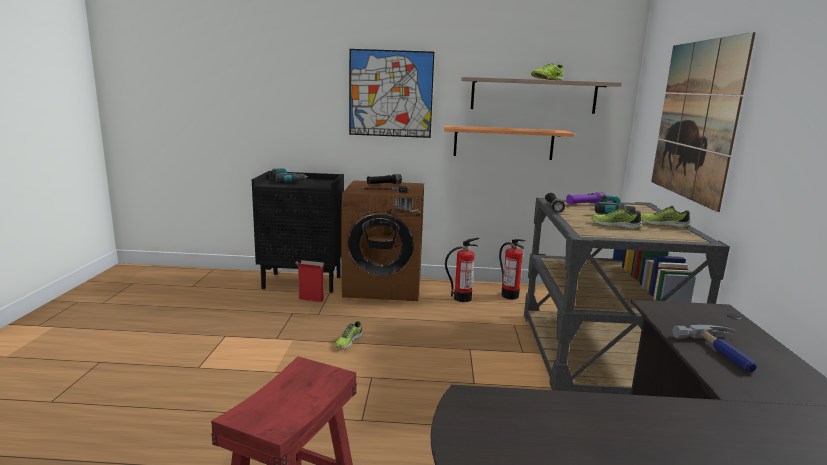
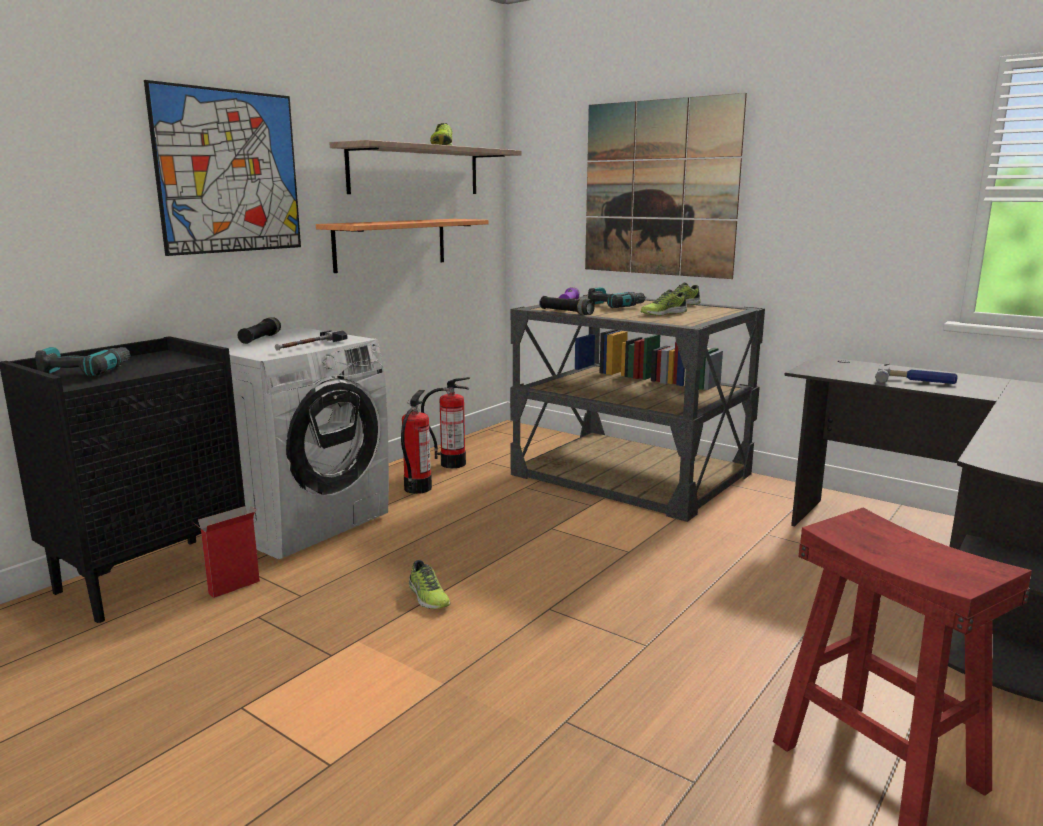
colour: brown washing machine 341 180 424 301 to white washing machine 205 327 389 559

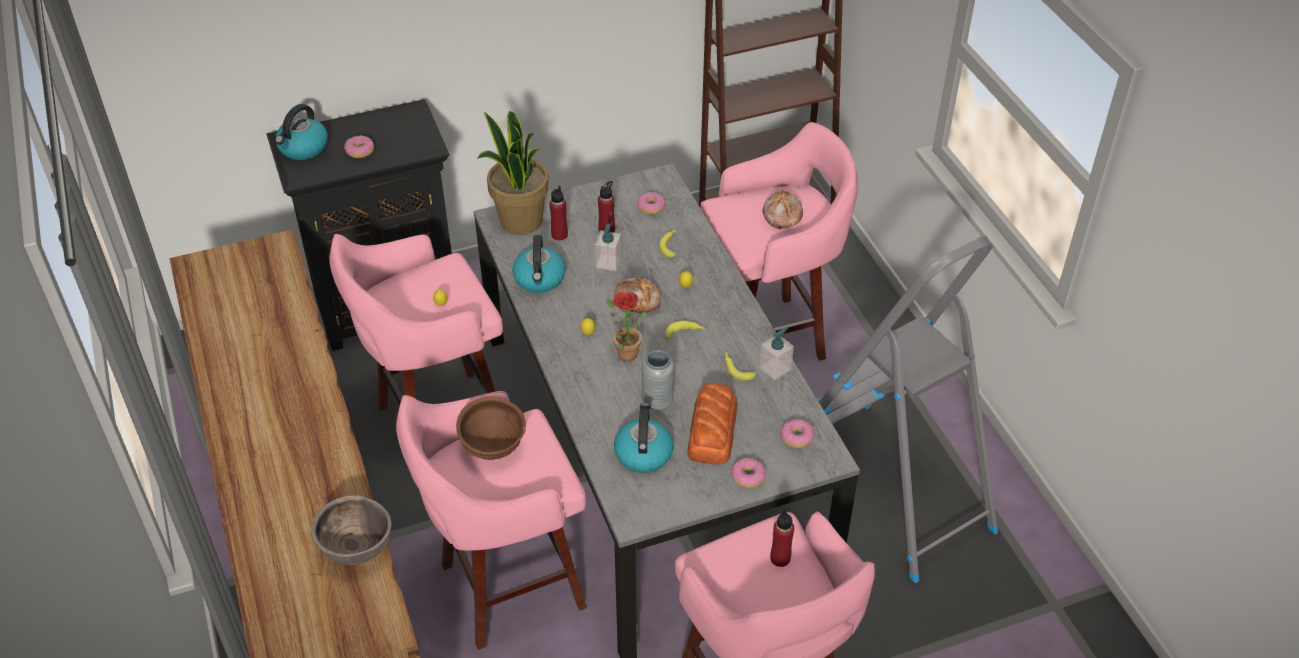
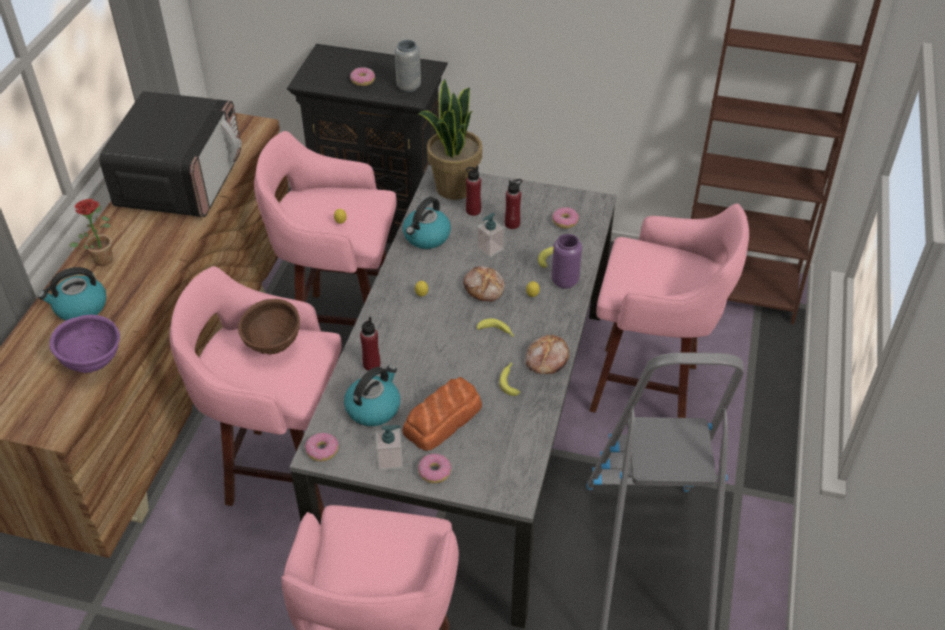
appeared: microwave 99 91 241 217; purple vase 551 234 582 289
relocated: kettle 275 104 328 160 to 38 267 106 321; potted plant 606 292 646 362 to 69 199 113 266; grey vase 642 350 674 411 to 395 40 421 92; soap dispenser 759 327 794 380 to 376 425 403 470; bread 763 190 803 229 to 525 334 569 374; red bottle 770 508 794 567 to 360 317 380 371; donut 781 419 814 448 to 305 433 339 461
colour: brown bowl 311 495 392 565 to purple bowl 49 315 120 373

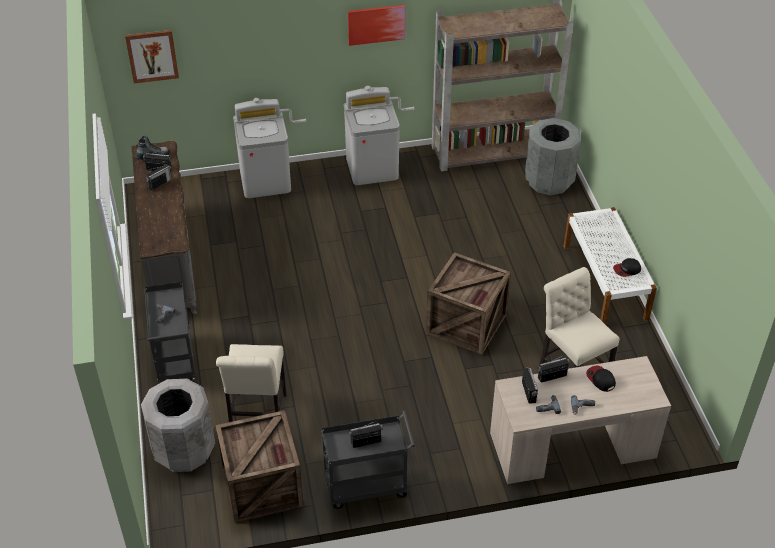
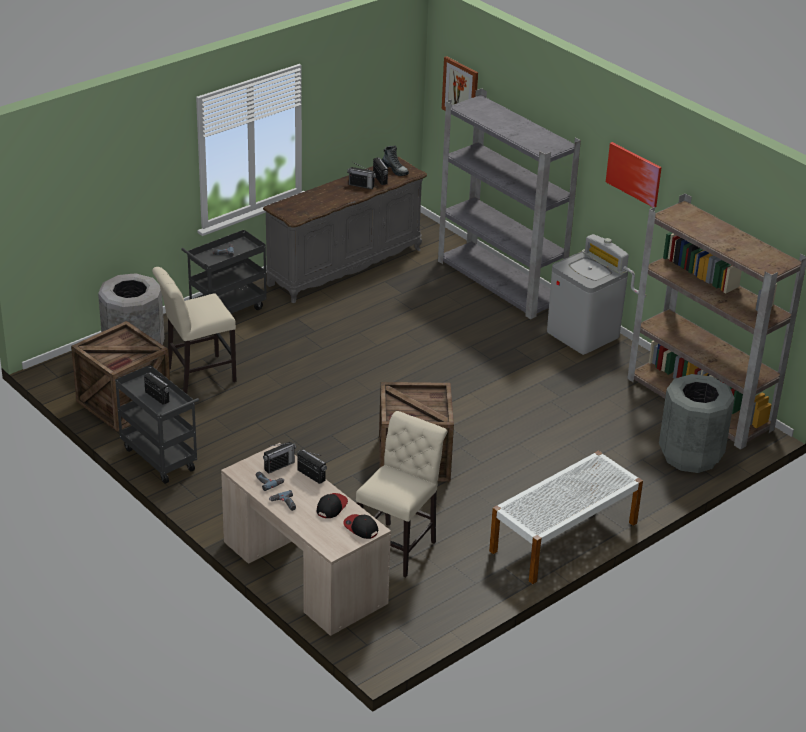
relocated: cap 613 258 641 277 to 343 514 378 539
exchanged: grey washing machine 233 98 306 198 to grey bookcase 438 88 581 320

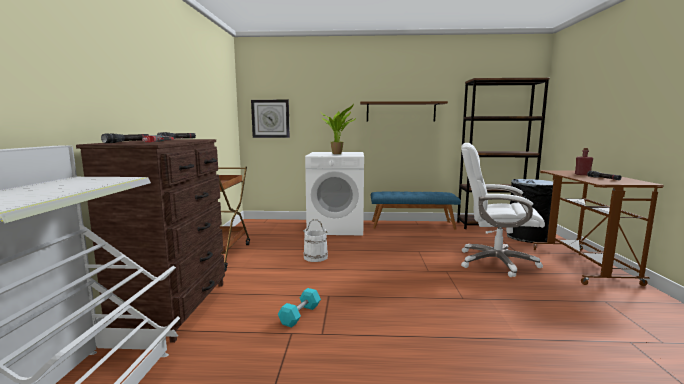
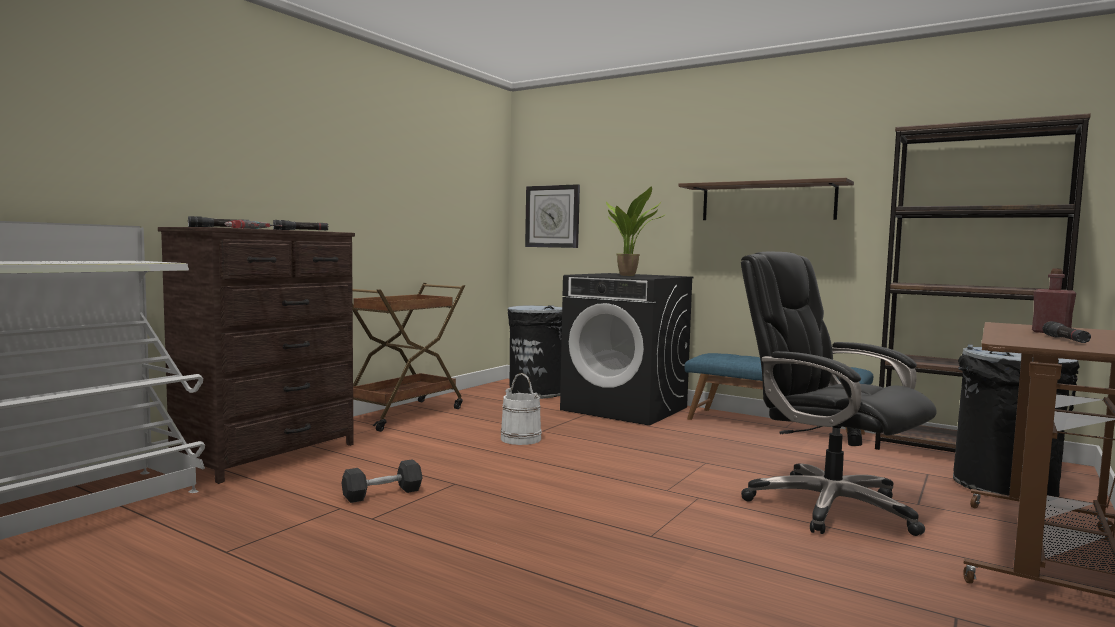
appeared: black trash can 508 305 562 399
colour: turquoise dumbbell 278 288 321 328 to grey dumbbell 341 459 423 503; white washing machine 305 152 364 235 to black washing machine 560 273 694 426; white office chair 461 143 545 277 to black office chair 741 252 937 536

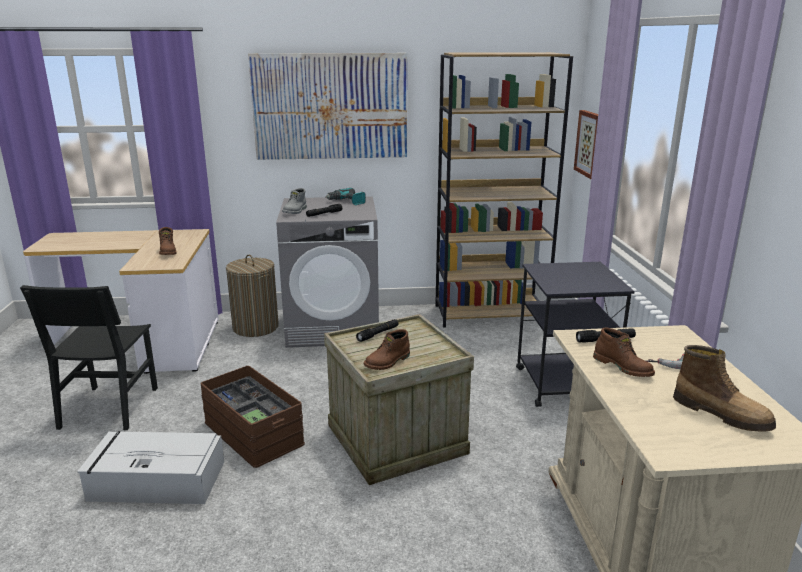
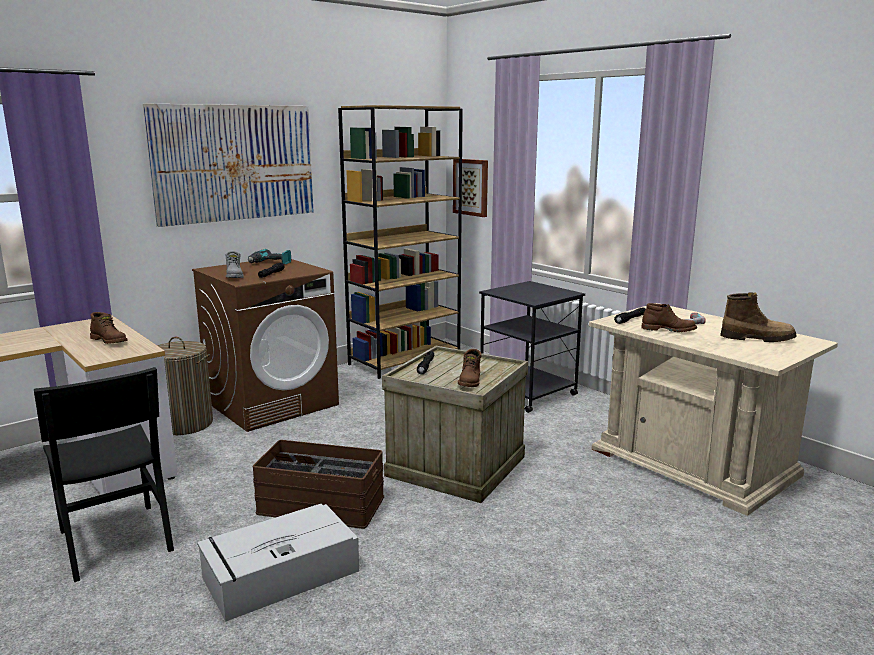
colour: grey washing machine 276 196 379 348 to brown washing machine 192 259 339 432

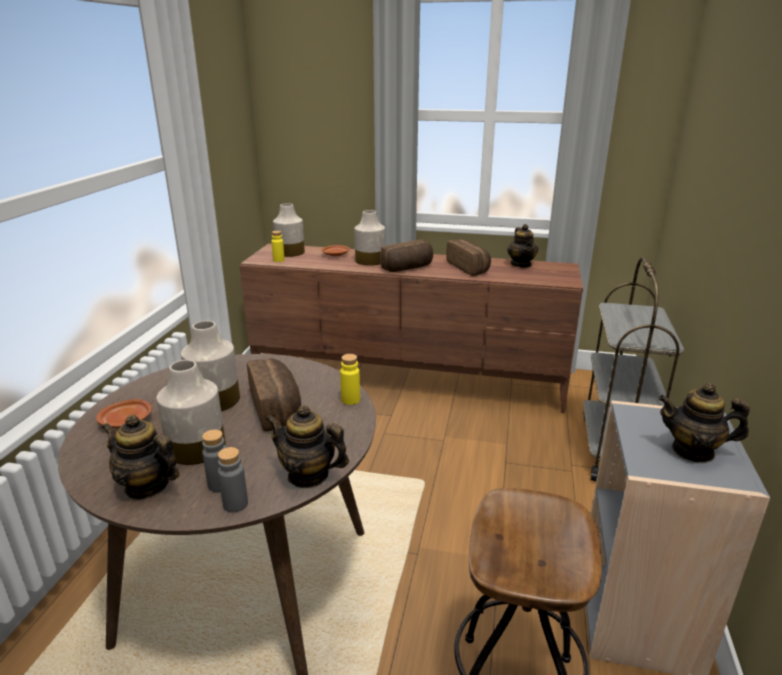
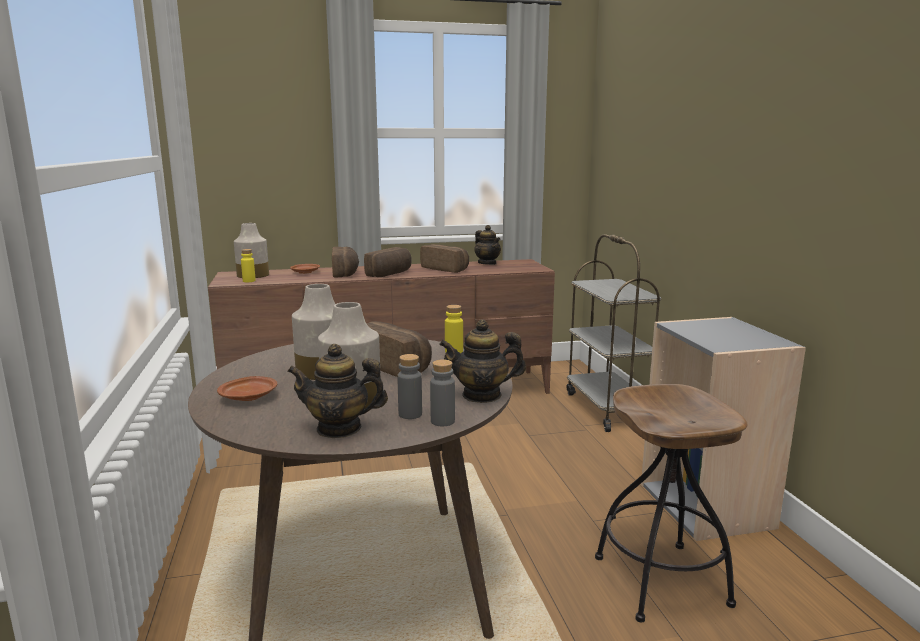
missing: teapot 658 383 750 463
exchanged: beige vase 355 210 385 266 to bread 332 247 359 277

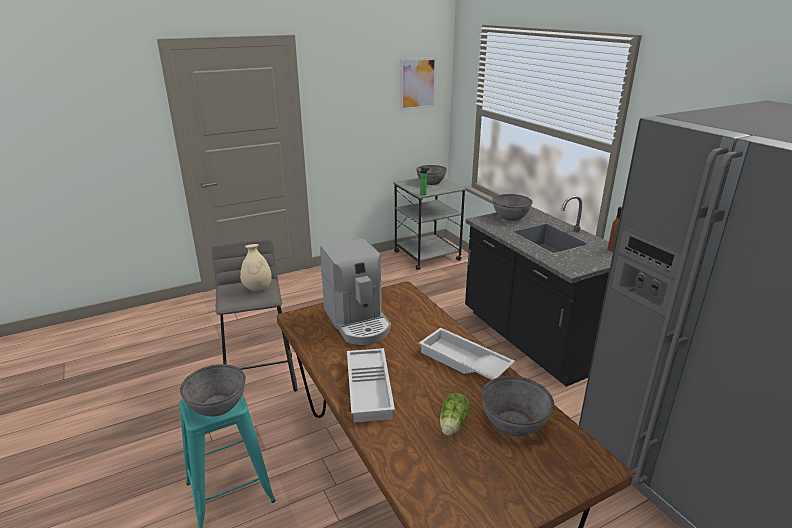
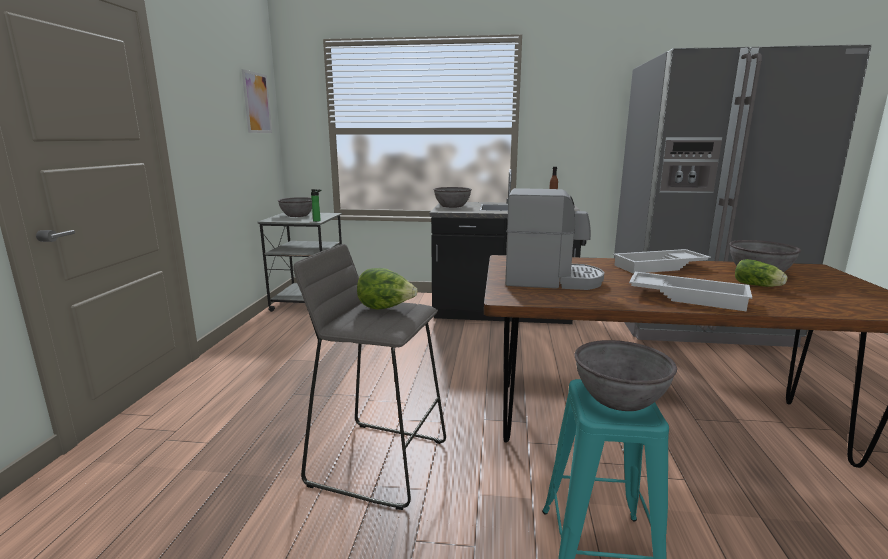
exchanged: beige vase 240 244 272 291 to lettuce 357 268 418 310

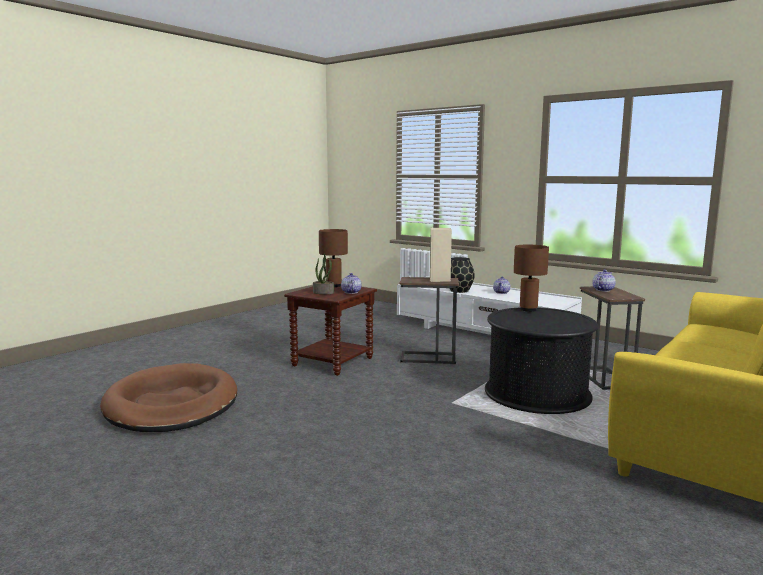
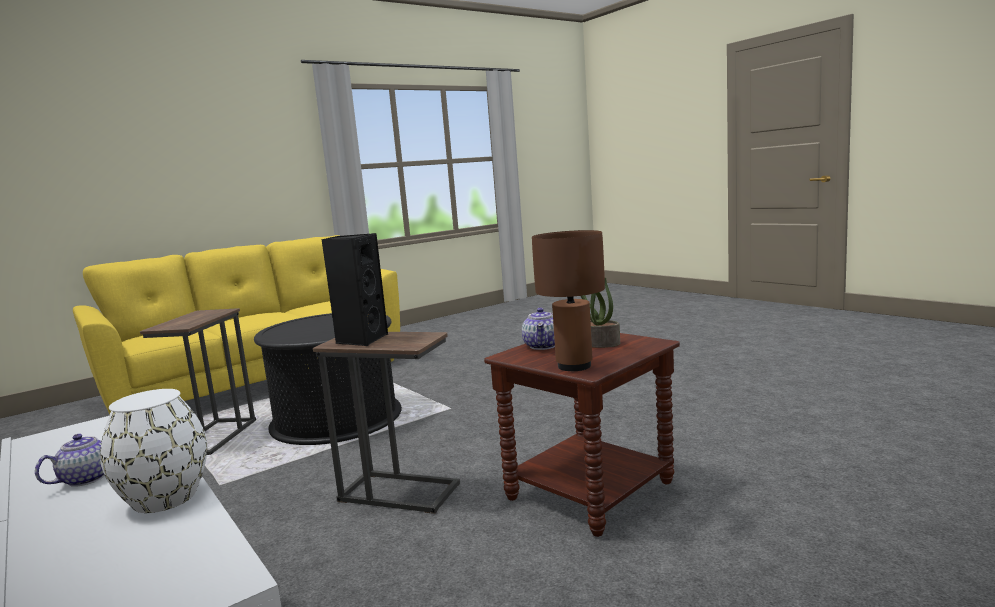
missing: brown dog bed 100 363 237 432; brown table lamp 514 245 549 312; teapot 592 269 616 292
colour: beige speaker 430 228 452 282 to black speaker 322 233 388 346; black vase 450 257 475 293 to white vase 100 389 207 513

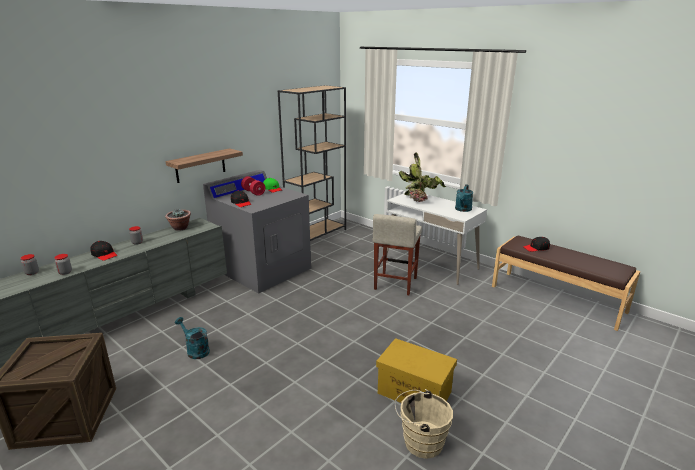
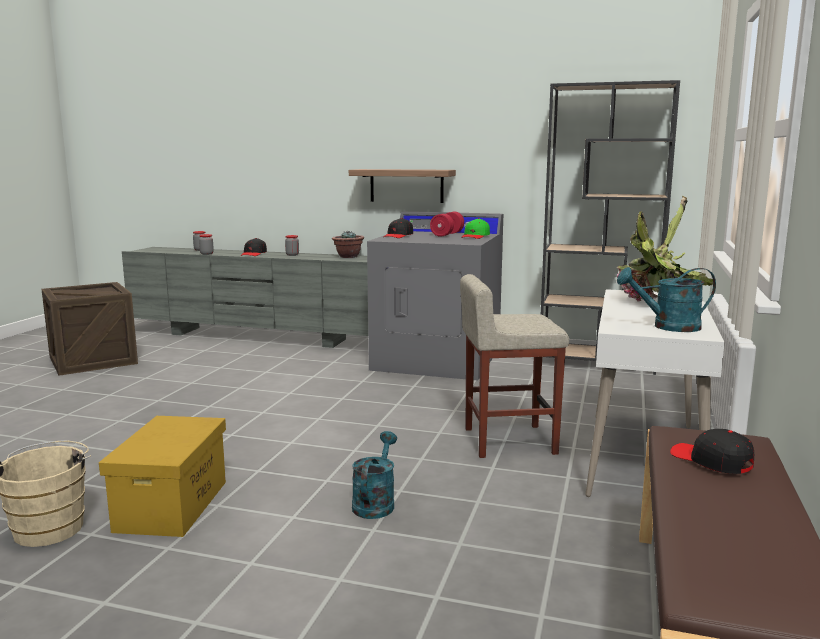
relocated: turquoise watering can 175 317 210 359 to 352 431 397 519

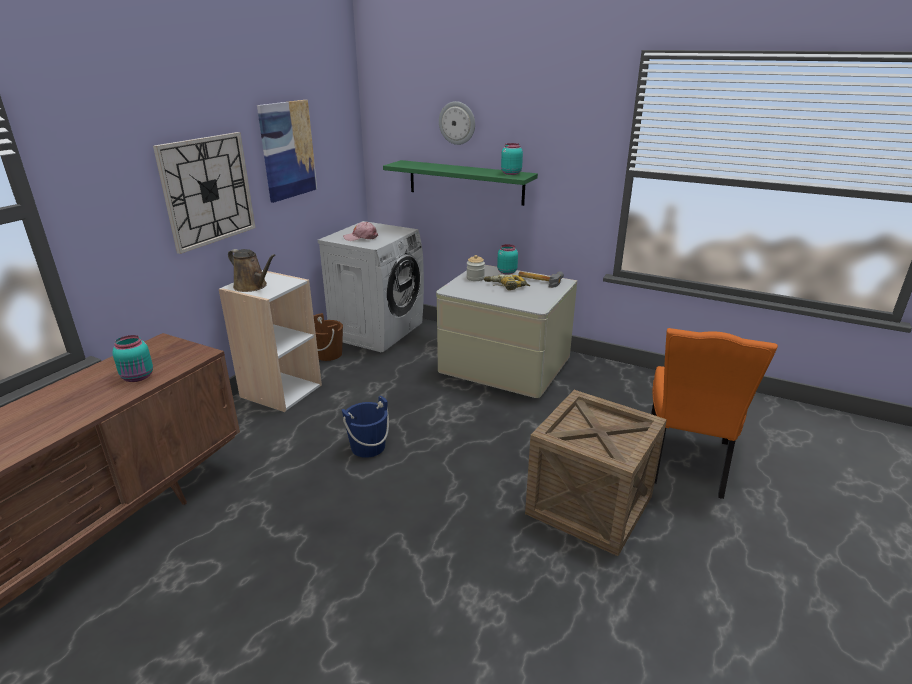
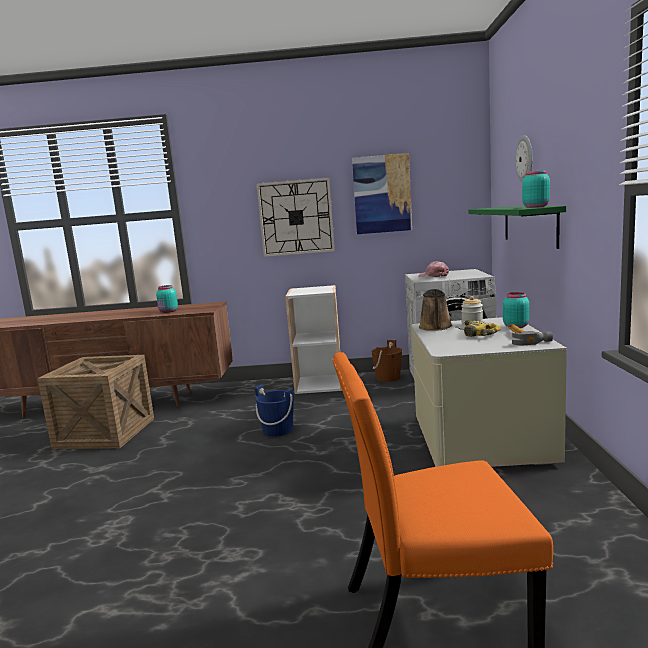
relocated: brown watering can 228 249 276 292 to 419 289 452 331; crate 525 390 667 556 to 37 355 154 449

